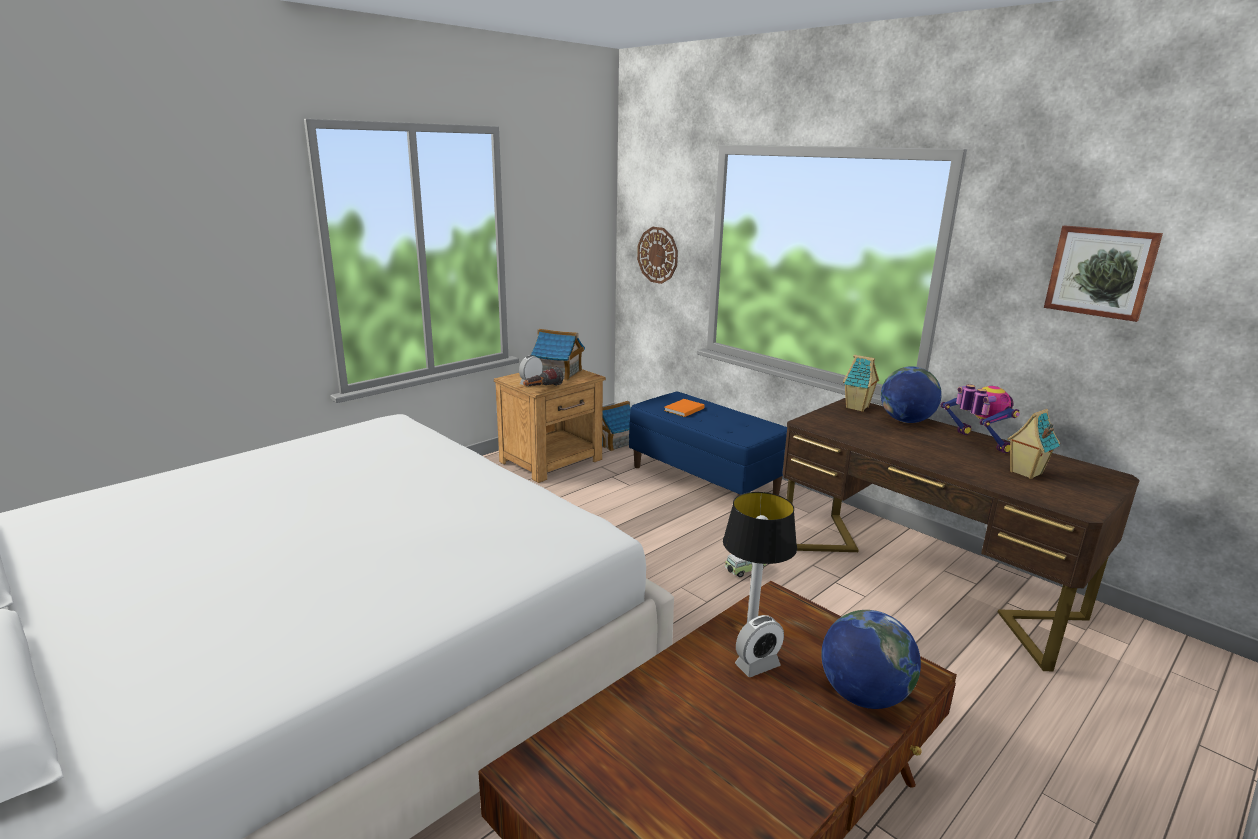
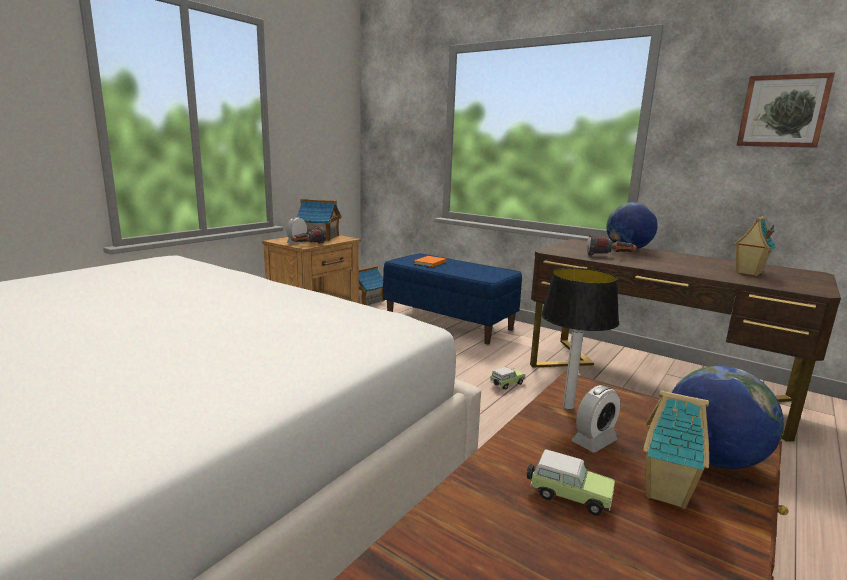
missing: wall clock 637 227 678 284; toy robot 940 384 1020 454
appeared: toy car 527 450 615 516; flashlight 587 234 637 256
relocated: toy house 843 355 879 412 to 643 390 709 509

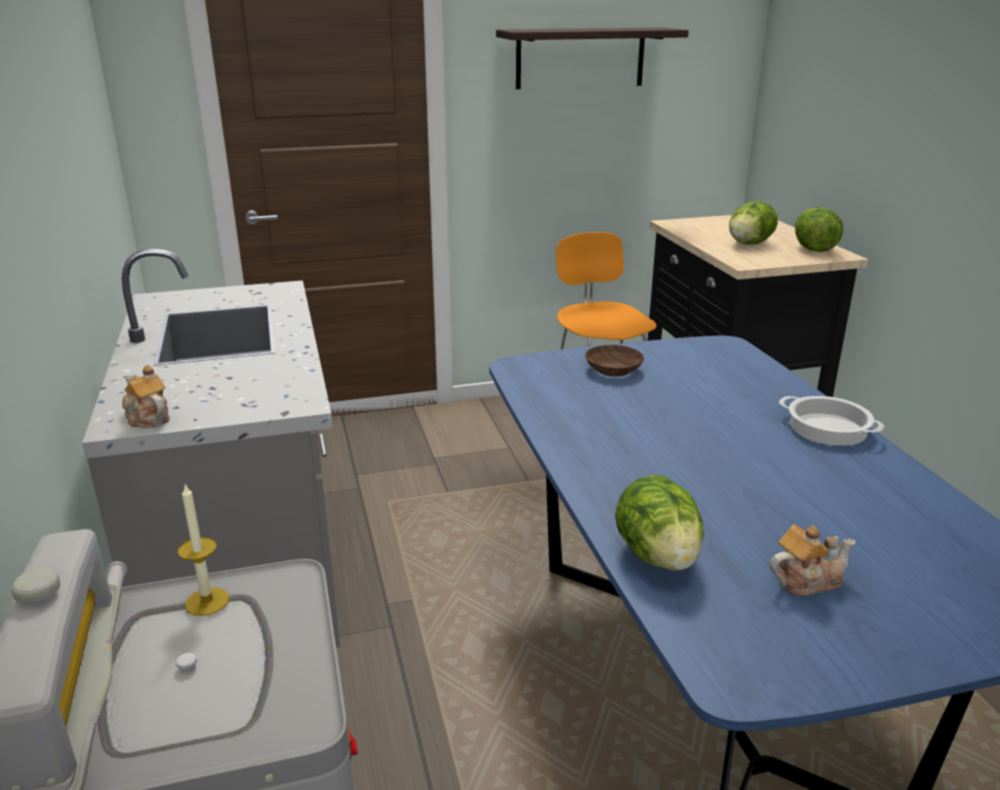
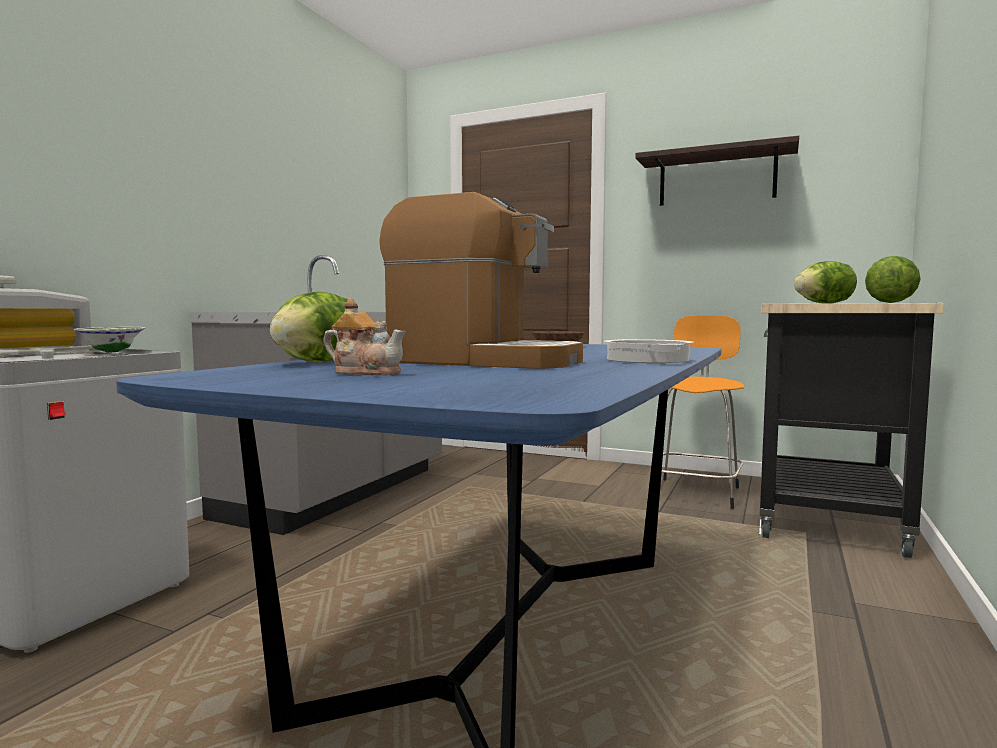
missing: teapot 122 365 170 428
appeared: coffee machine 379 192 583 369
exchanged: candle 177 484 229 616 to white bowl 73 327 146 352

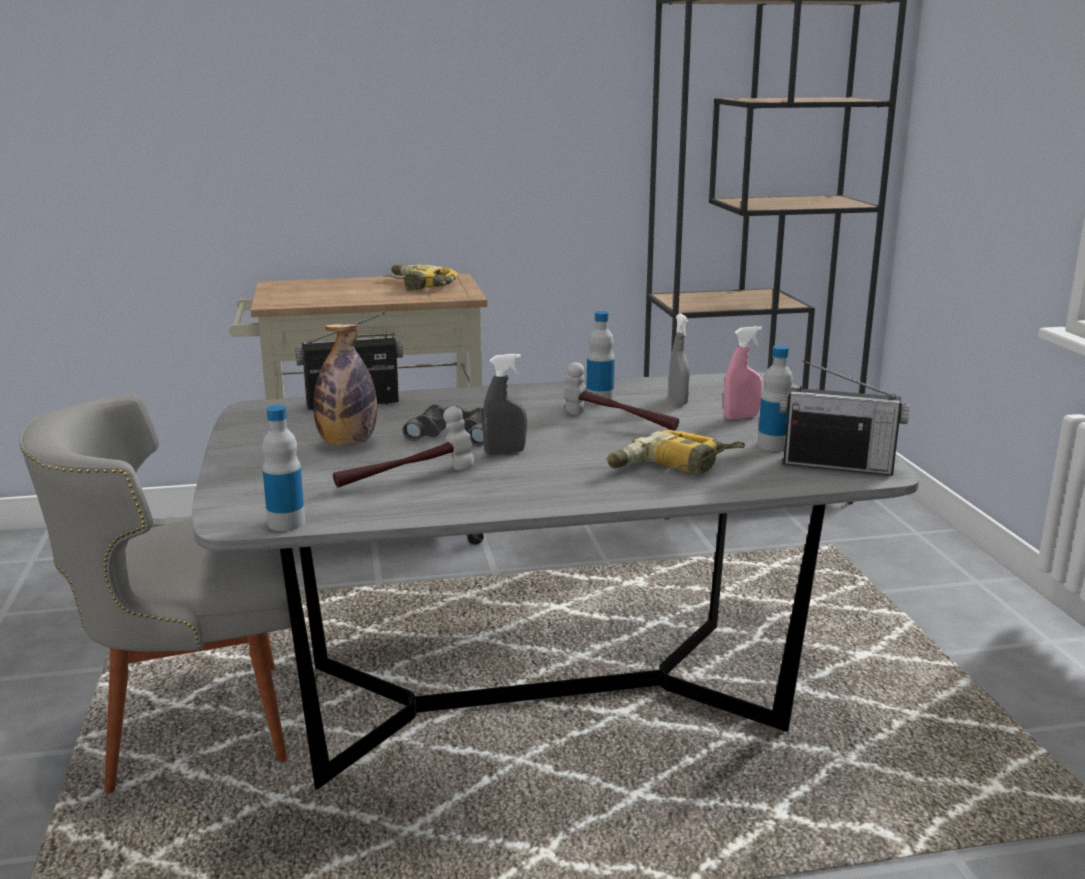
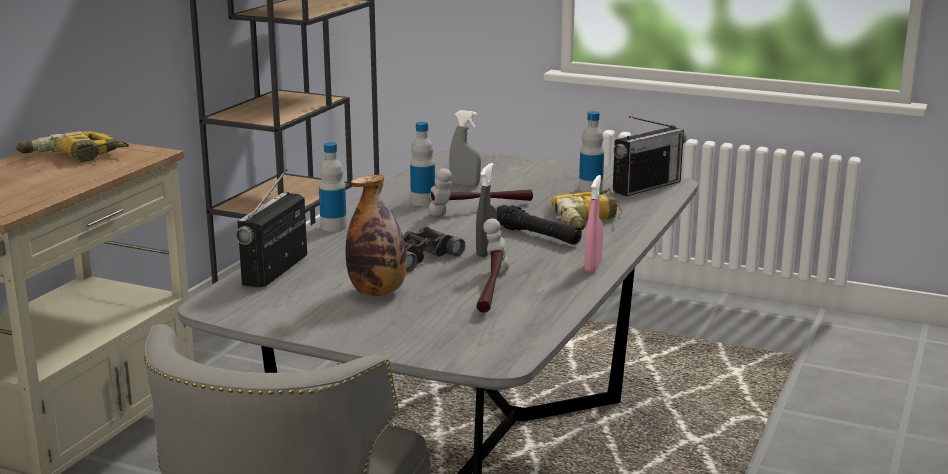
appeared: black flashlight 497 205 582 245
relocated: bottle 262 405 305 531 to 319 142 347 231; pink spray bottle 723 326 763 420 to 584 175 603 272

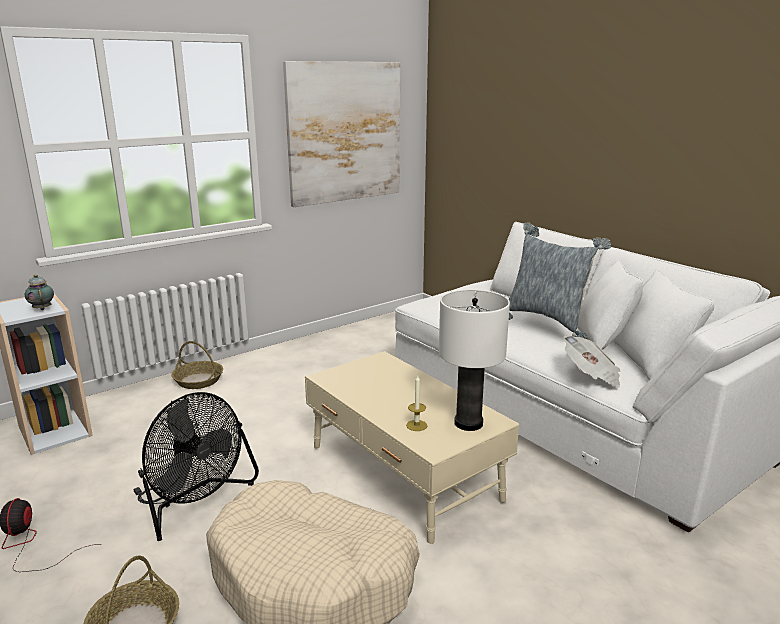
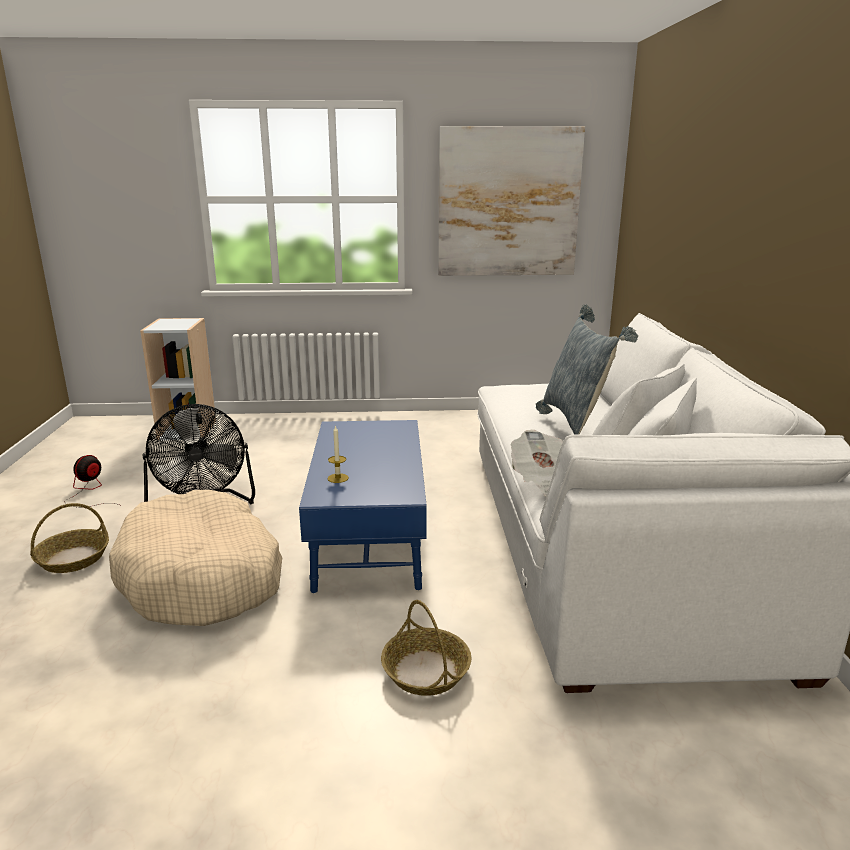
missing: teapot 25 274 54 310; white table lamp 439 289 510 431
relocated: basket 172 341 223 389 to 381 600 471 696
colour: beige coffee table 305 351 519 544 to blue coffee table 299 420 427 593

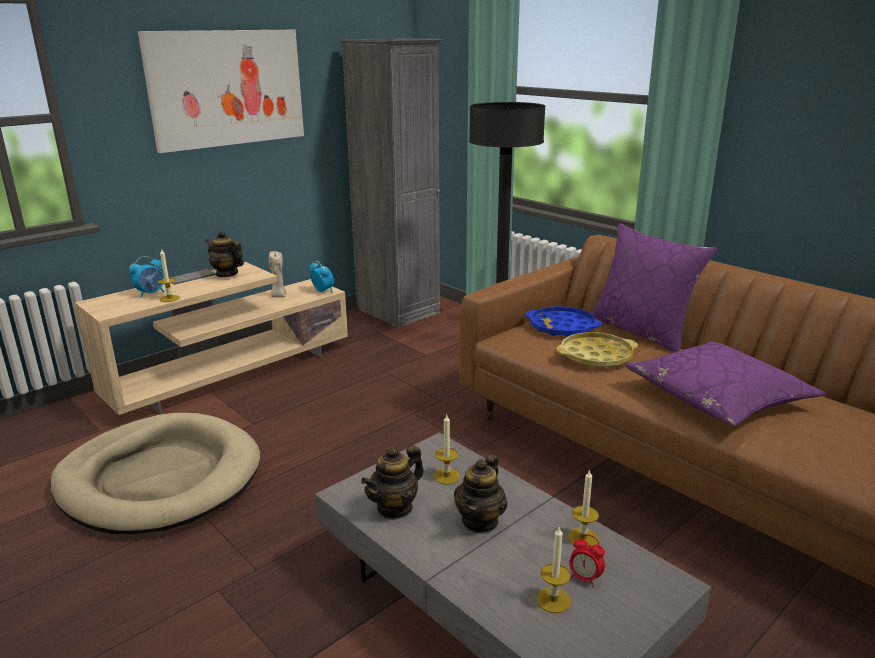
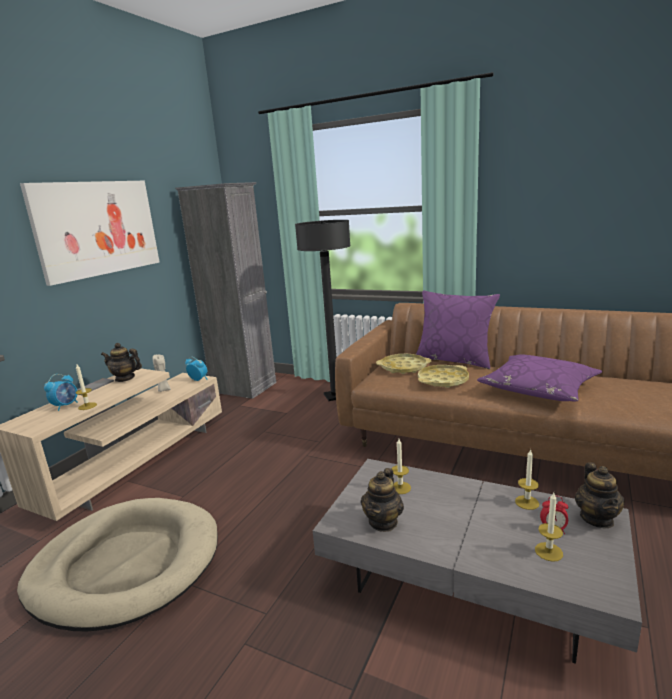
relocated: teapot 454 454 508 533 to 575 462 625 528
colour: blue tray 525 306 602 337 to yellow tray 376 354 431 374

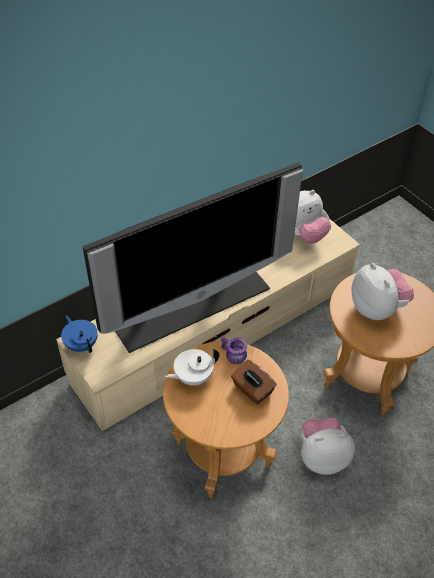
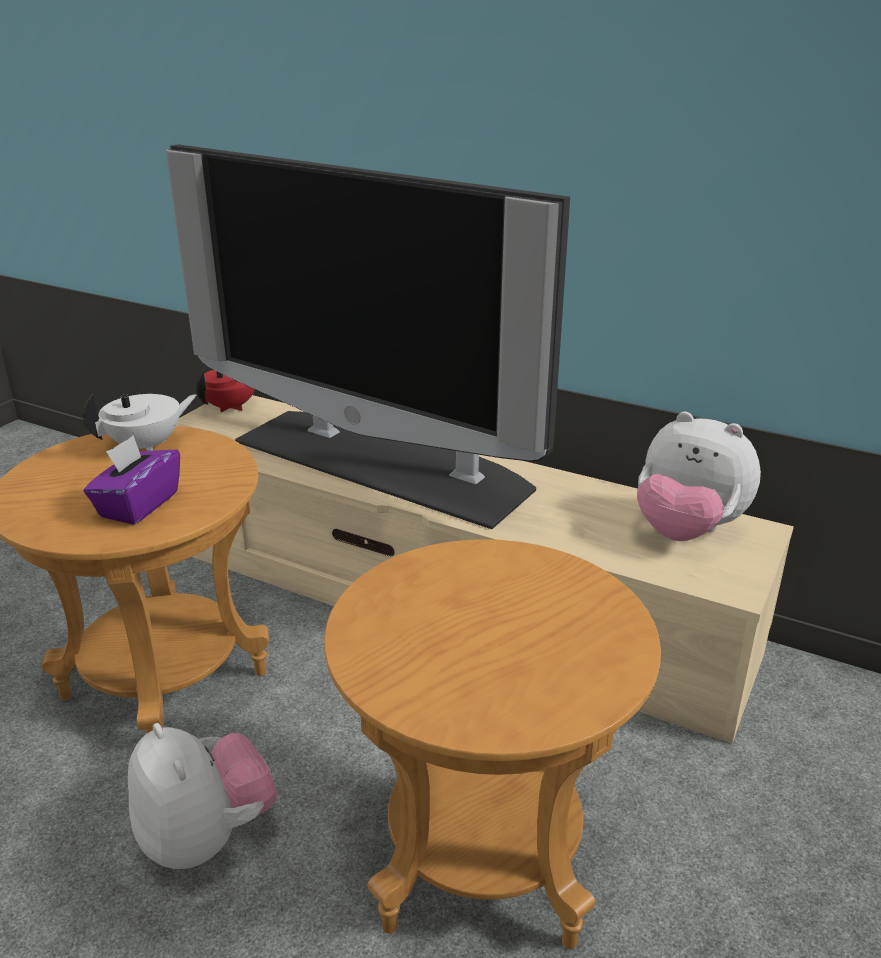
missing: purple mug 221 337 247 364; plush toy 351 263 414 320
colour: blue teapot 61 315 98 353 to red teapot 196 369 255 412; brown tissue box 231 359 277 404 to purple tissue box 83 435 180 525
spun: white teapot 165 349 219 386 = 83 394 197 451 105 degrees clockwise

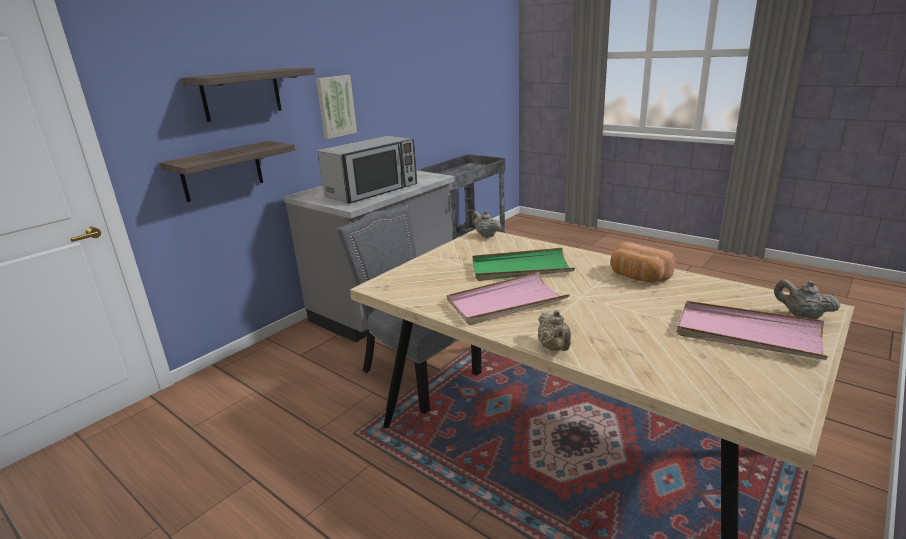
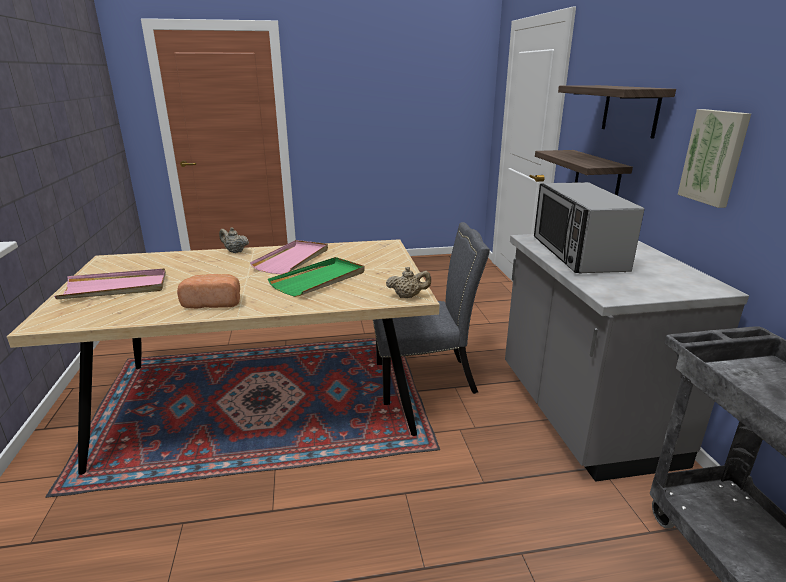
missing: beige teapot 774 279 840 319

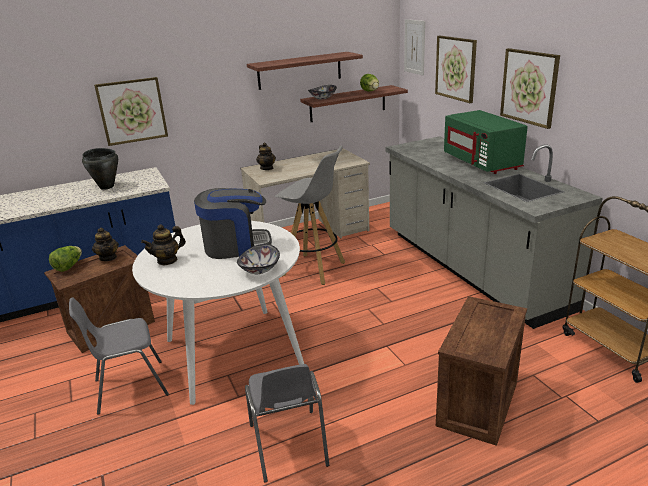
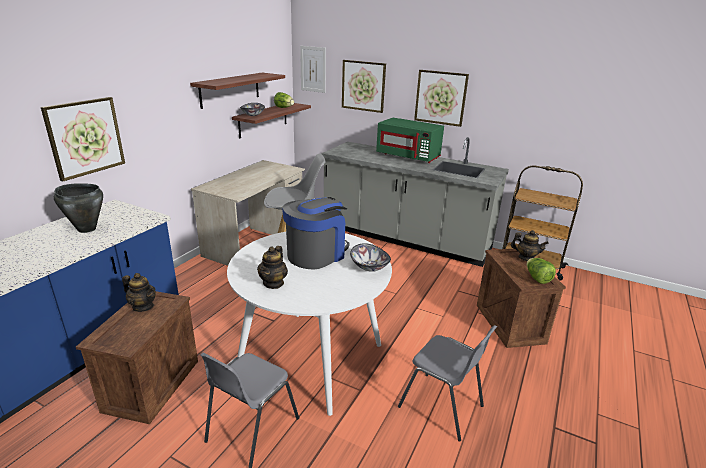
relocated: lettuce 49 246 82 272 to 527 258 556 284; teapot 256 143 276 170 to 511 230 549 261

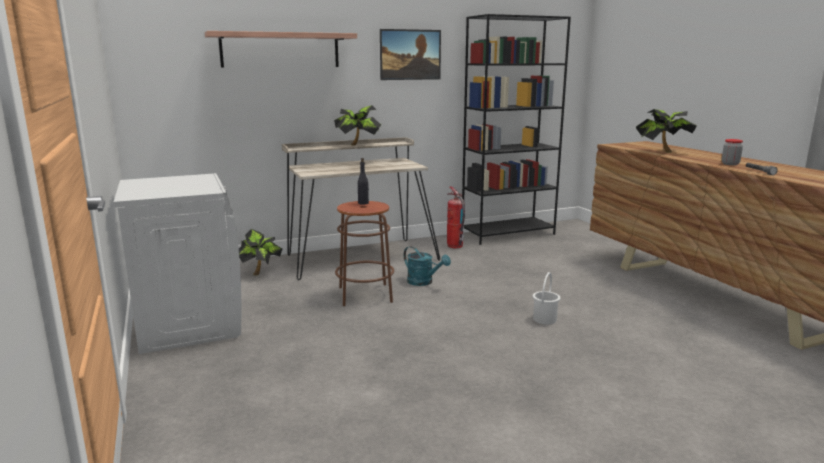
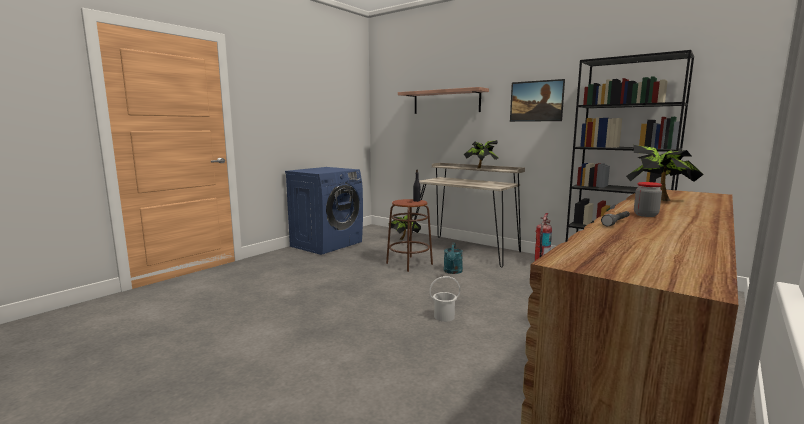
colour: white washing machine 114 173 242 354 to blue washing machine 285 167 363 255

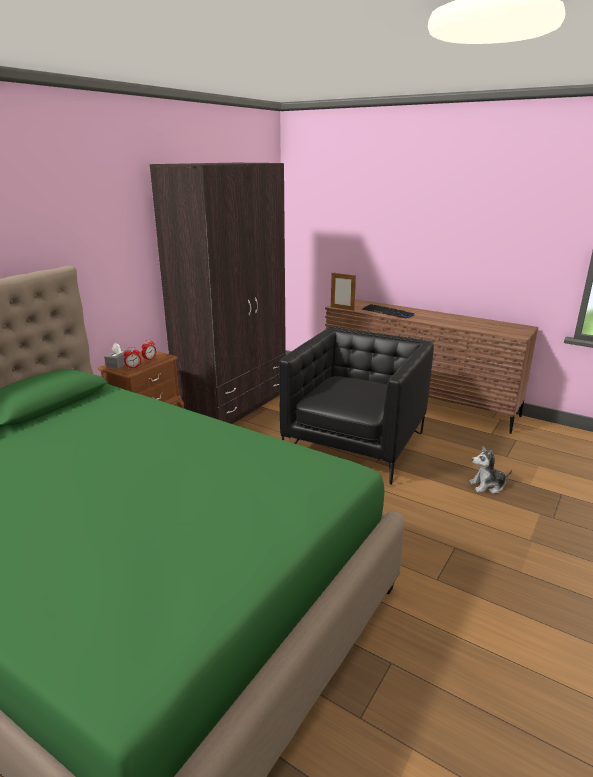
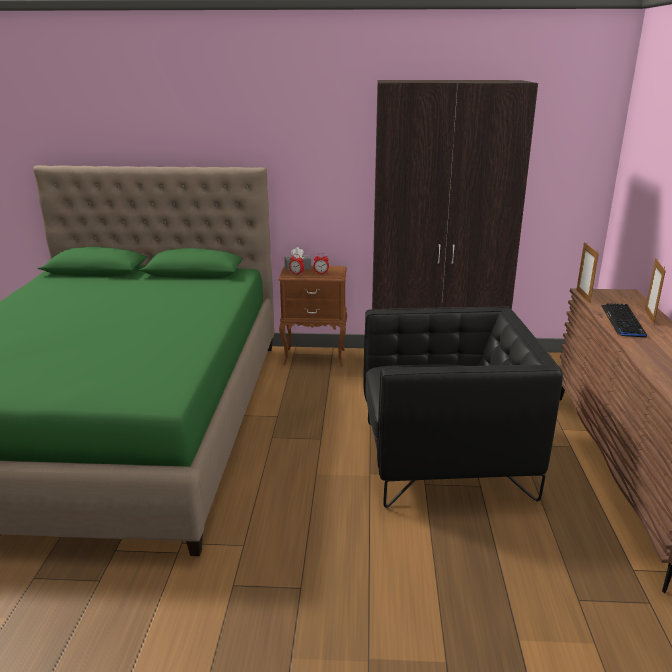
missing: plush toy 469 446 512 494
appeared: picture frame 645 258 666 325

